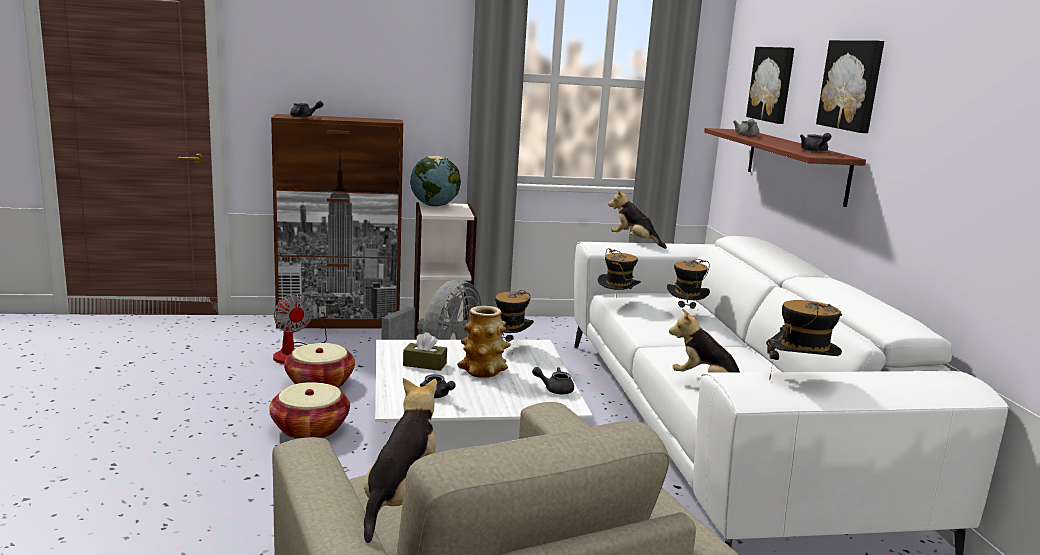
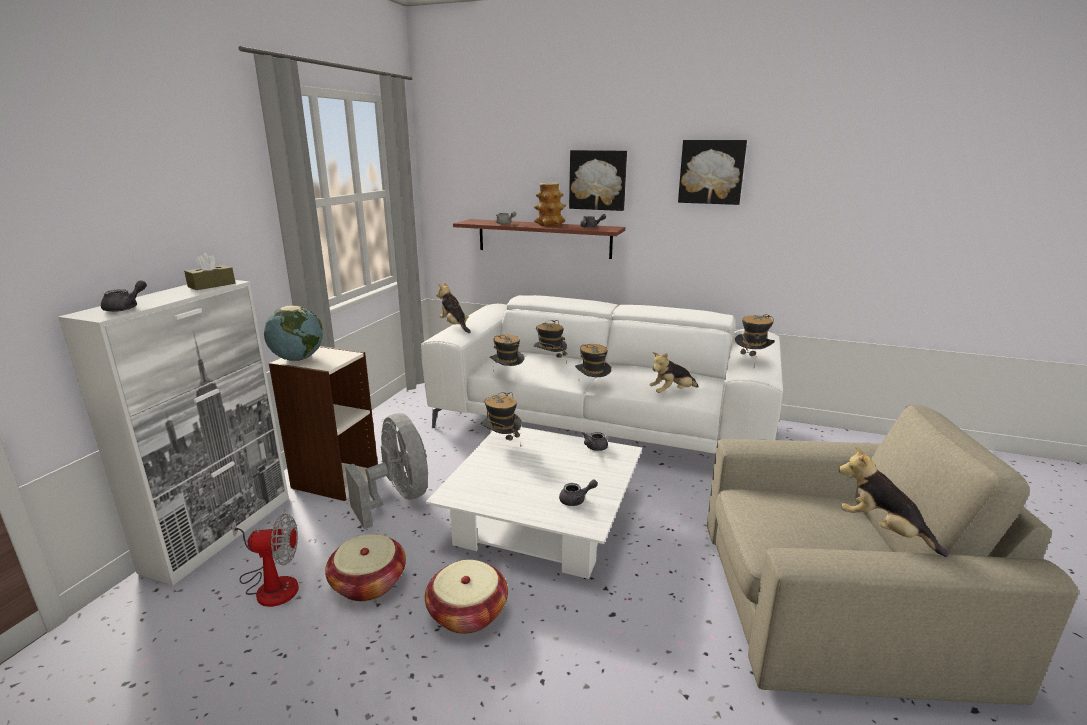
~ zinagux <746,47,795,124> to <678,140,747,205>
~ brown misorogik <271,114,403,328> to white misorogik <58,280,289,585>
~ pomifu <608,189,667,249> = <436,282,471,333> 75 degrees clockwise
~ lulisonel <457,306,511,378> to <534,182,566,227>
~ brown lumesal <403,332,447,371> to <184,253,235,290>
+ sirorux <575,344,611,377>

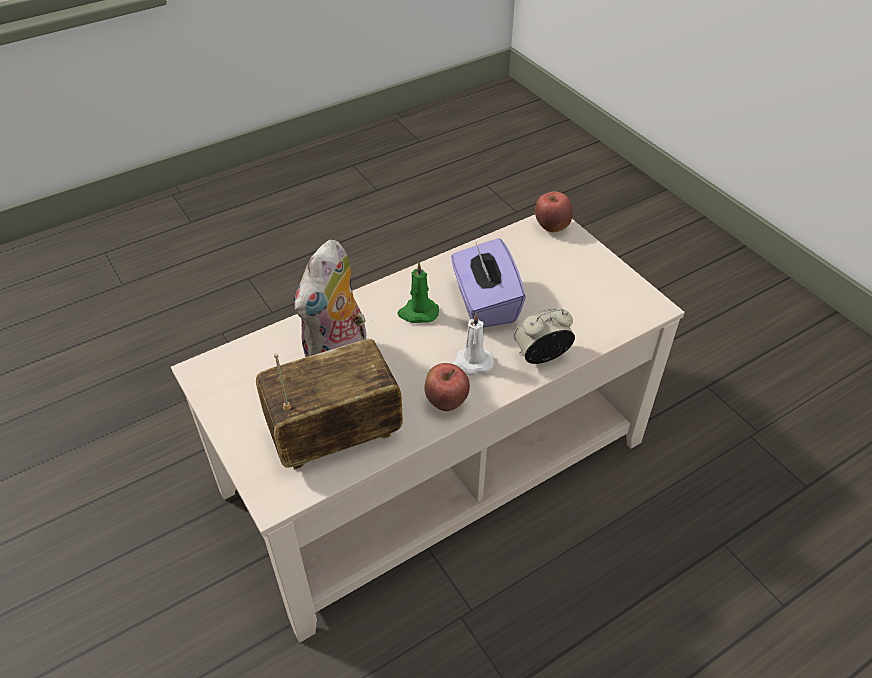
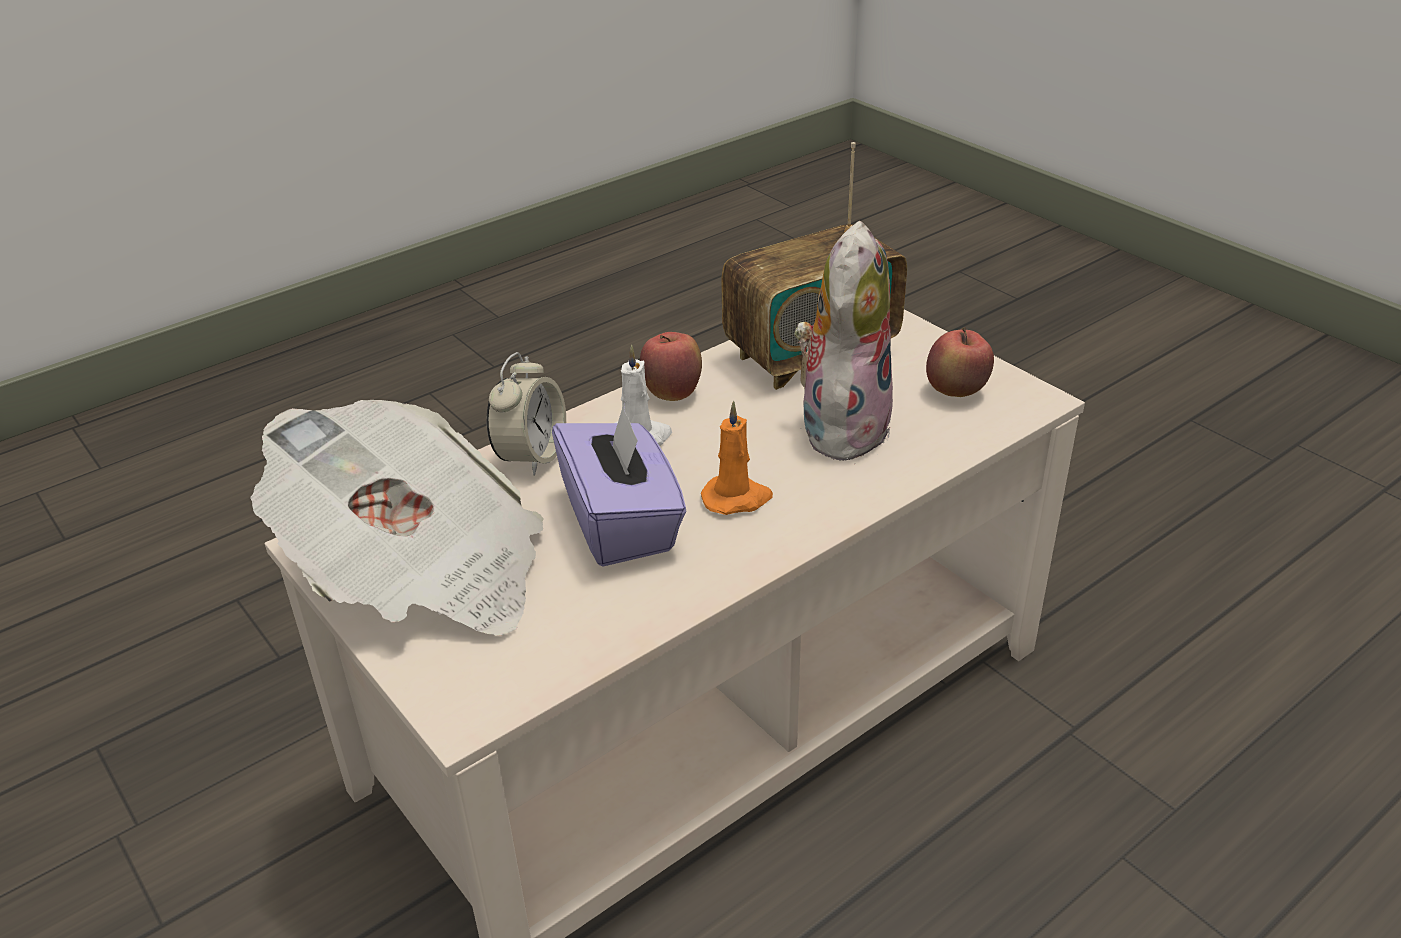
~ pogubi <535,191,573,232> to <926,327,994,397>
~ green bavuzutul <397,262,439,323> to orange bavuzutul <701,401,773,515>
~ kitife <513,308,575,364> = <486,352,566,475> 45 degrees counterclockwise
+ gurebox <250,400,544,636>

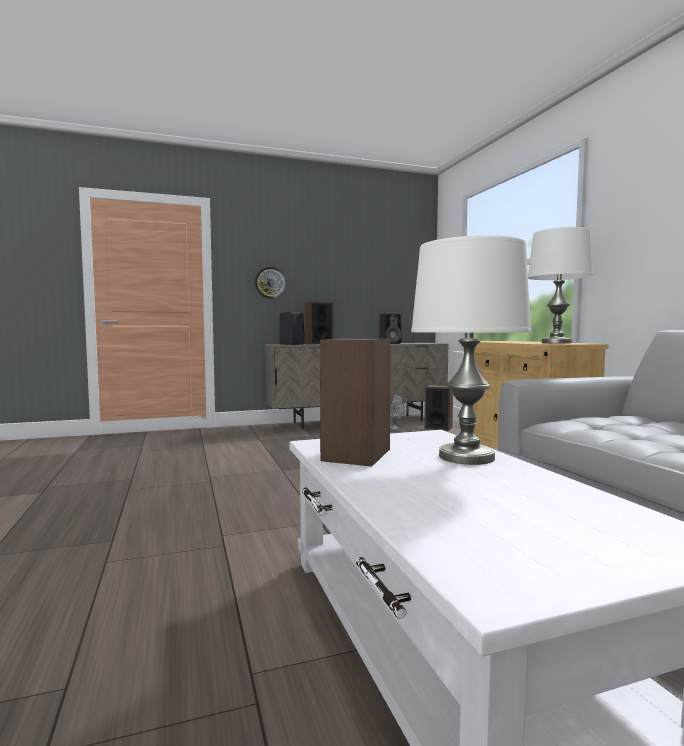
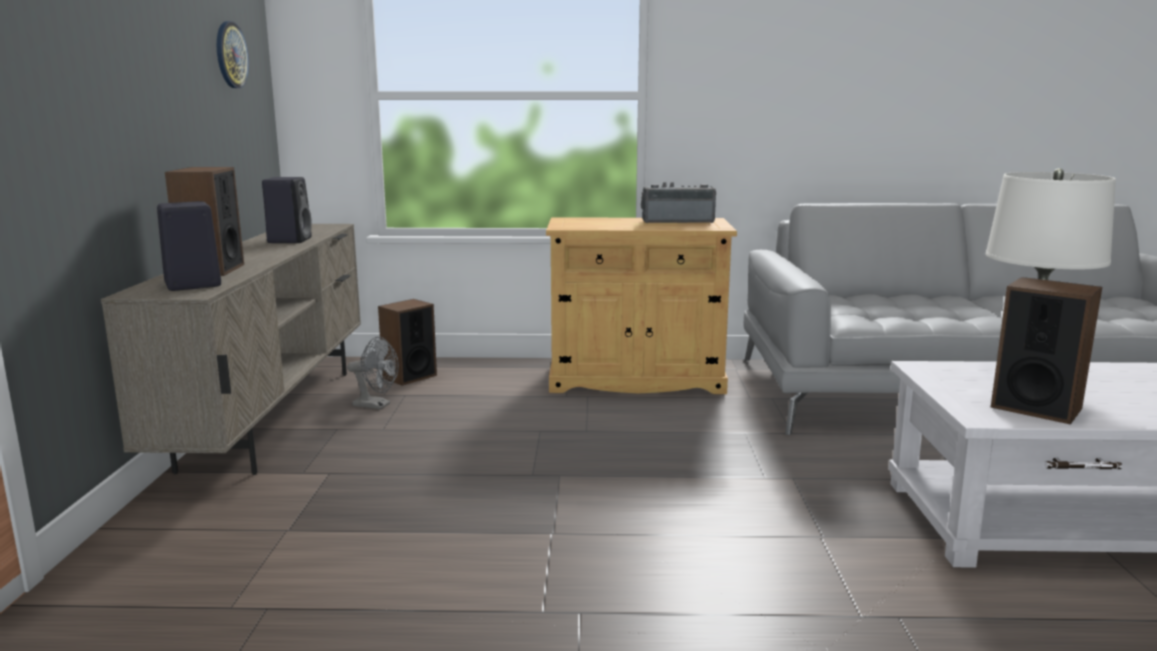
~ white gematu <528,227,593,343> to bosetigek <641,182,716,223>
~ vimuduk <255,267,286,299> to <217,21,249,88>

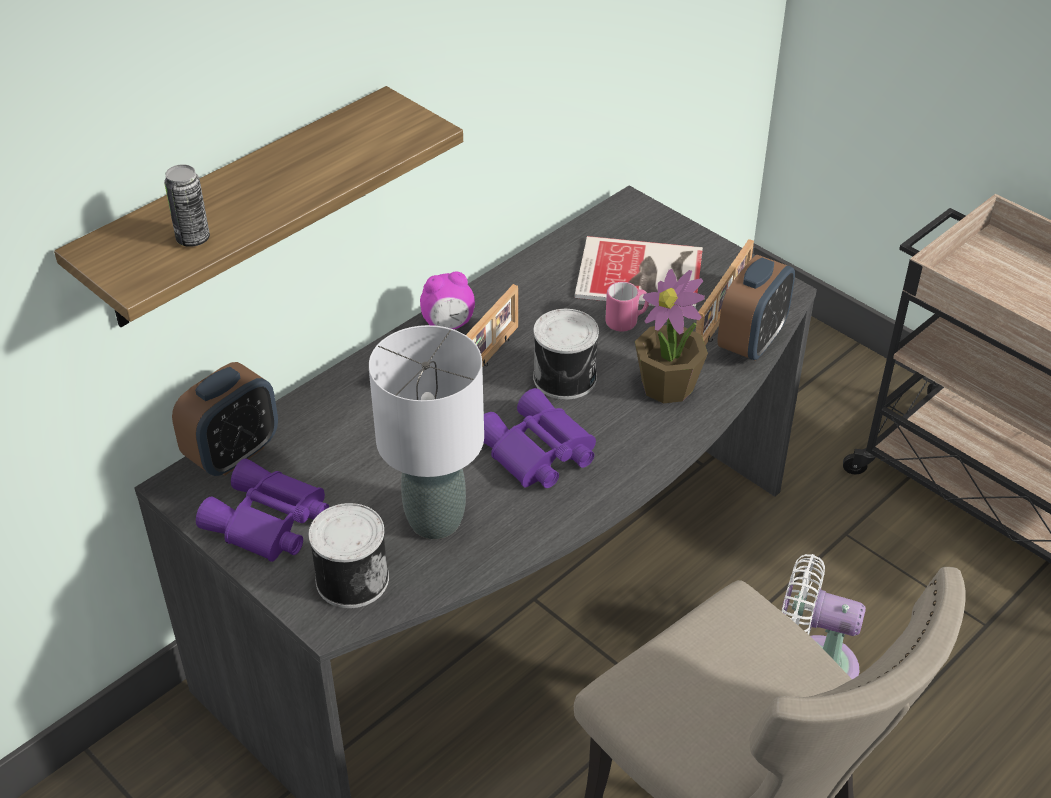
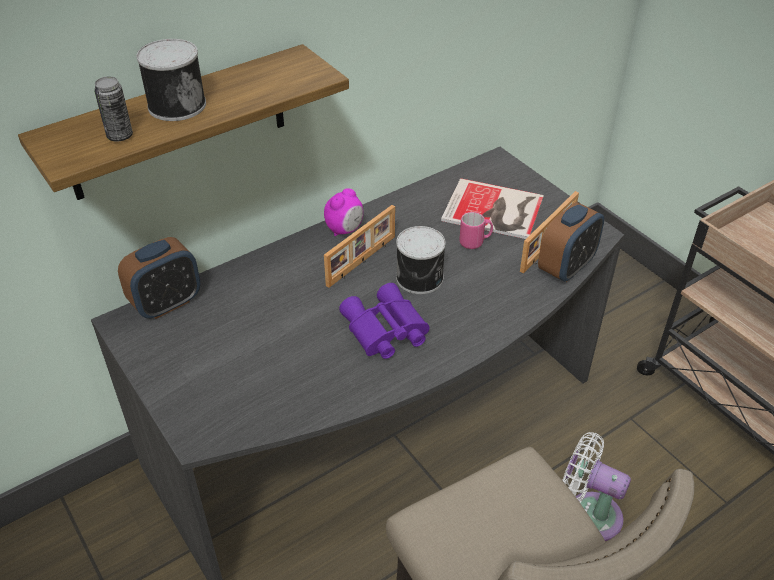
- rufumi <635,269,708,403>
~ kitife <420,272,475,329> = <324,188,363,236> 45 degrees counterclockwise
- grey gematu <369,325,484,539>
- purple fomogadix <196,458,329,562>
~ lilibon <309,503,389,608> to <136,39,206,121>

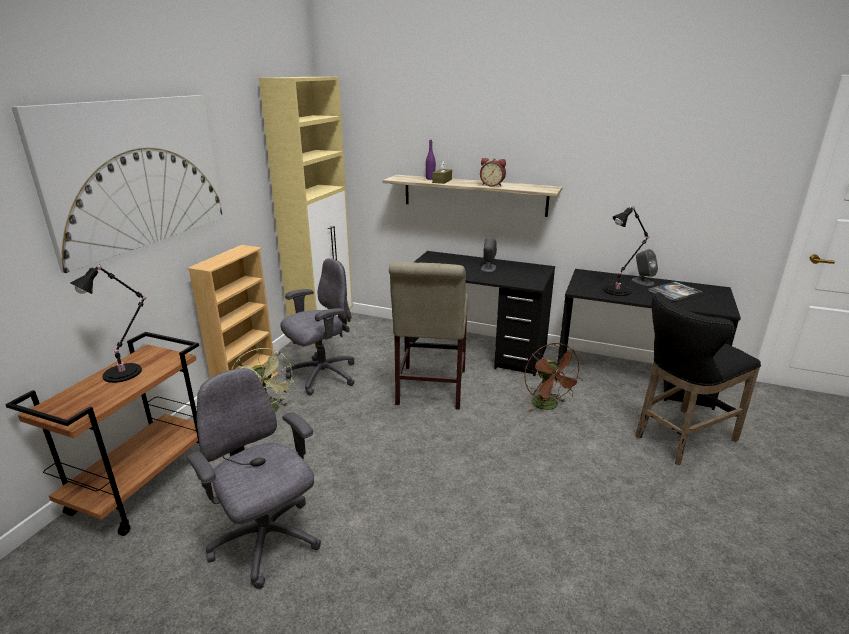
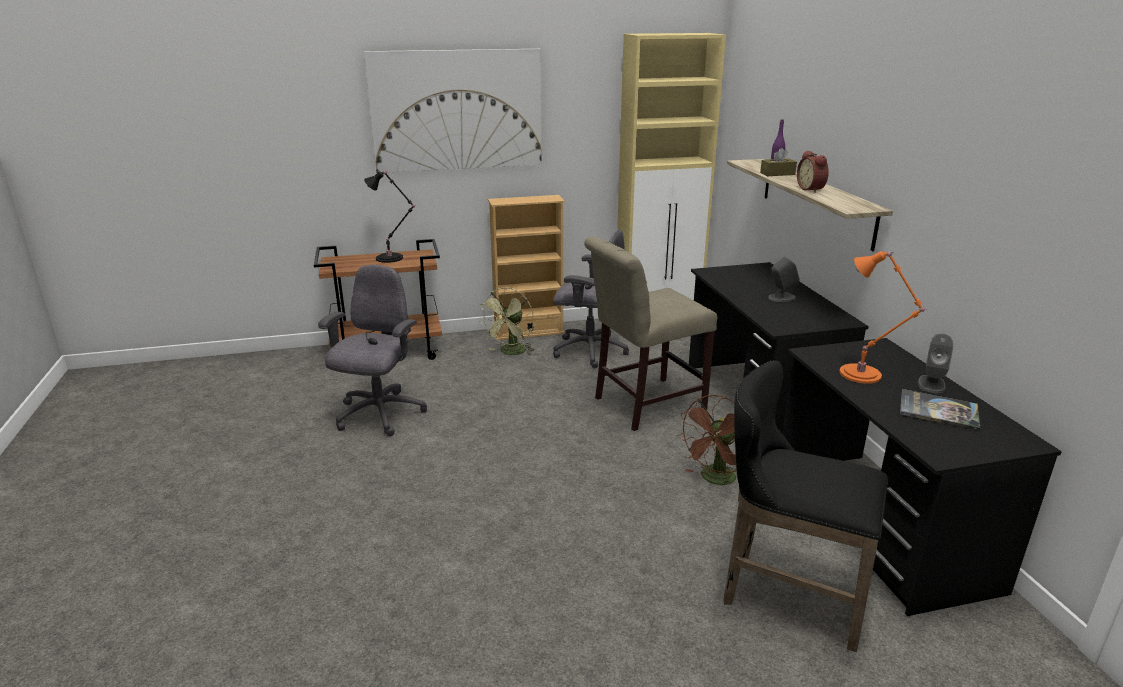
~ black gematu <604,206,649,296> to orange gematu <839,251,926,384>

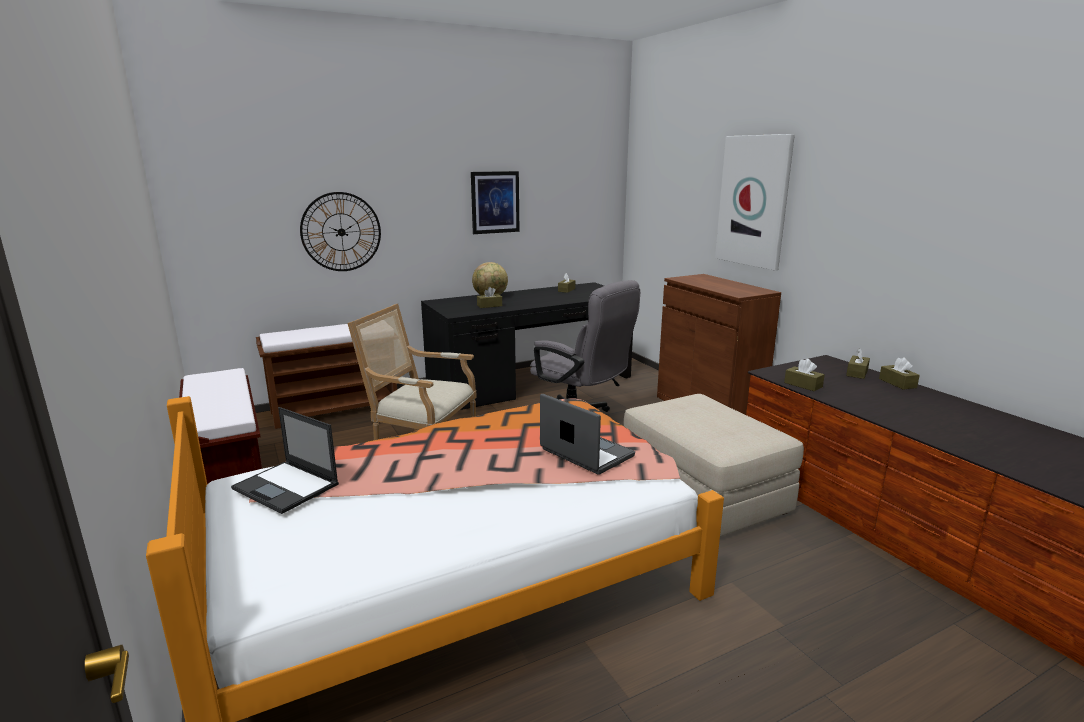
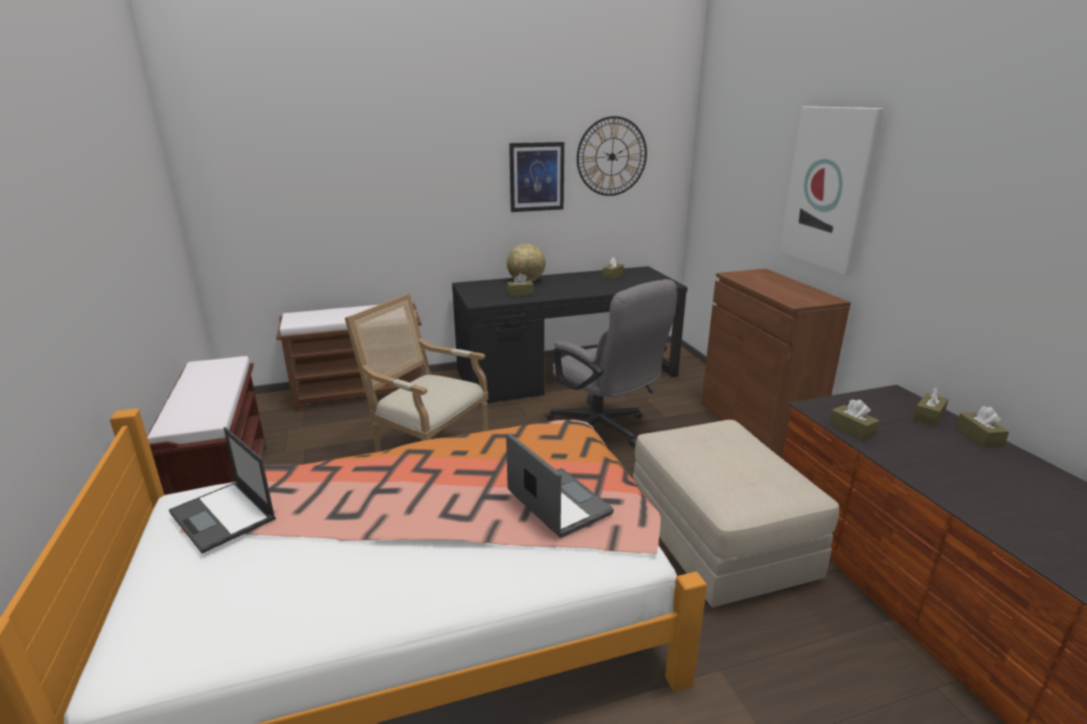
~ vimuduk <300,192,381,271> to <577,116,647,196>

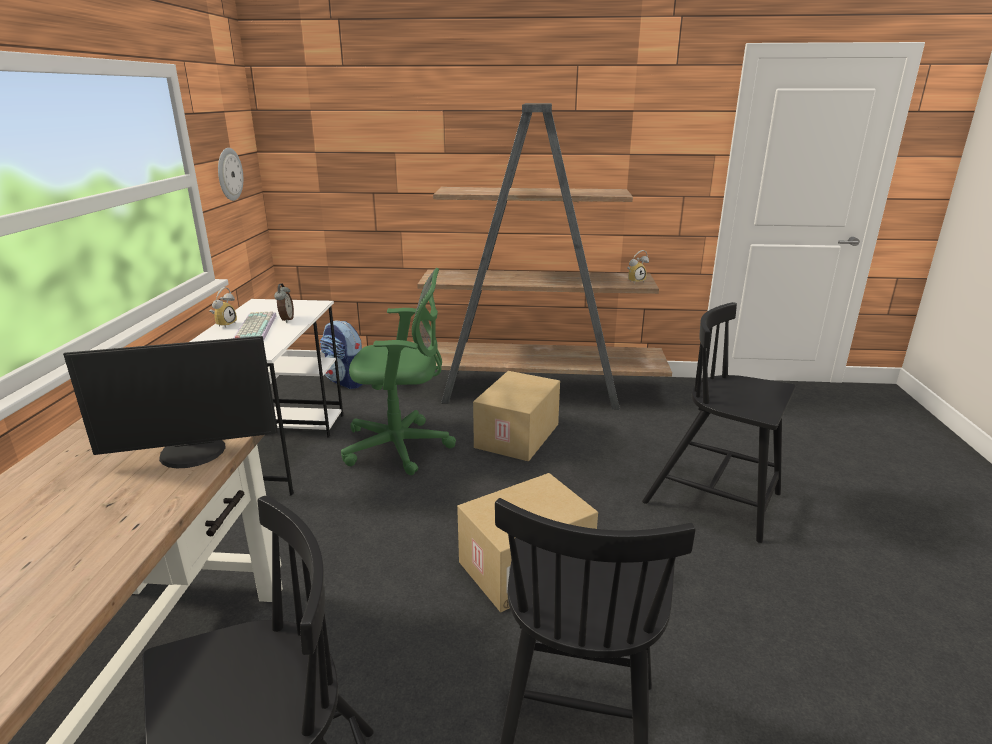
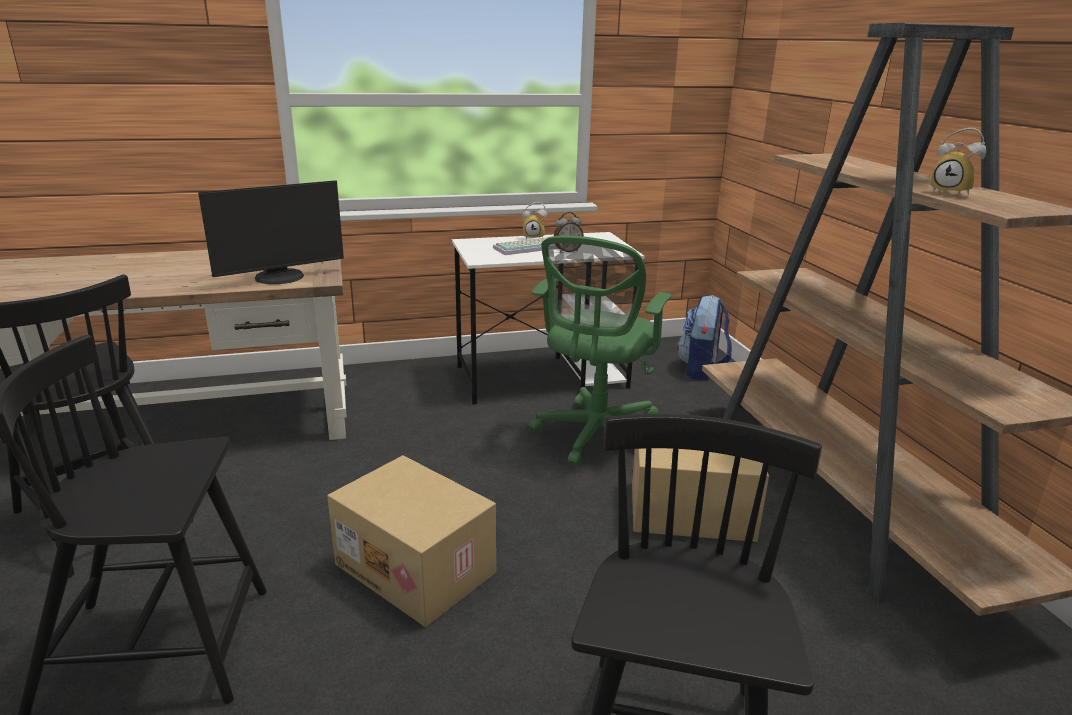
- vimuduk <218,148,243,201>
~ kitife <627,250,649,283> to <930,128,987,196>
~ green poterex <341,268,456,475> = <529,235,672,466> 45 degrees clockwise
~ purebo <63,336,278,468> = <198,180,344,284> 90 degrees counterclockwise

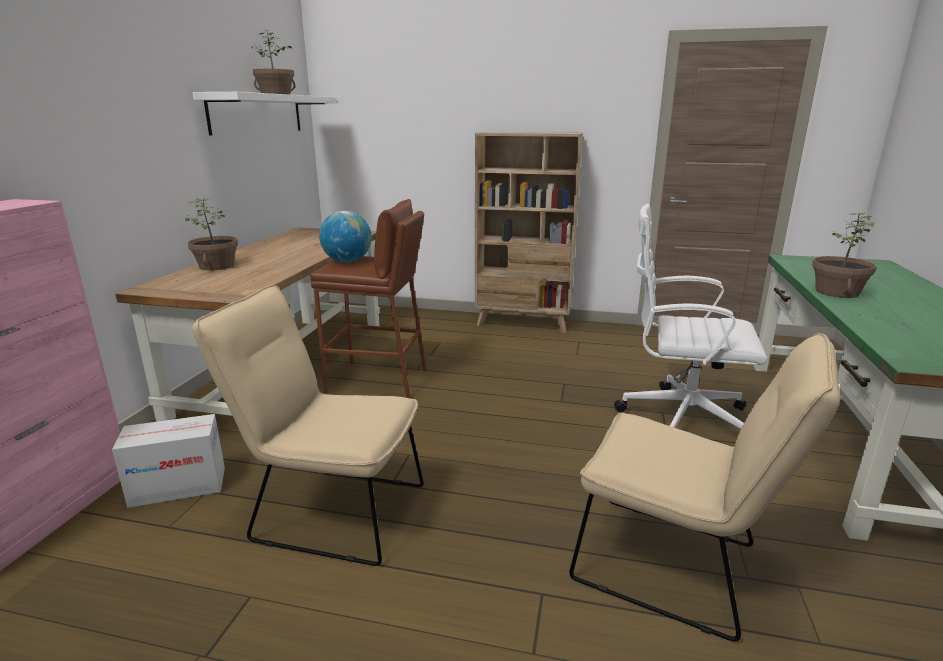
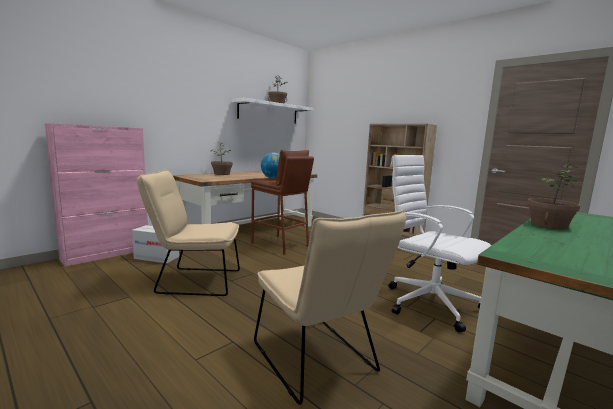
~ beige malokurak <192,285,423,566> = <137,170,240,296> 45 degrees counterclockwise

